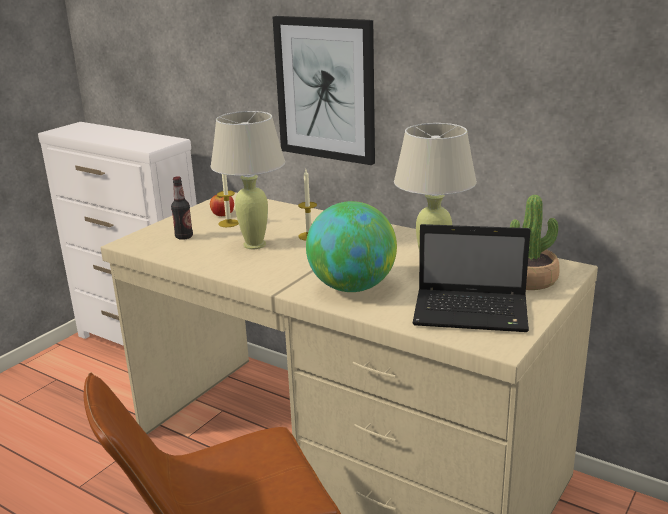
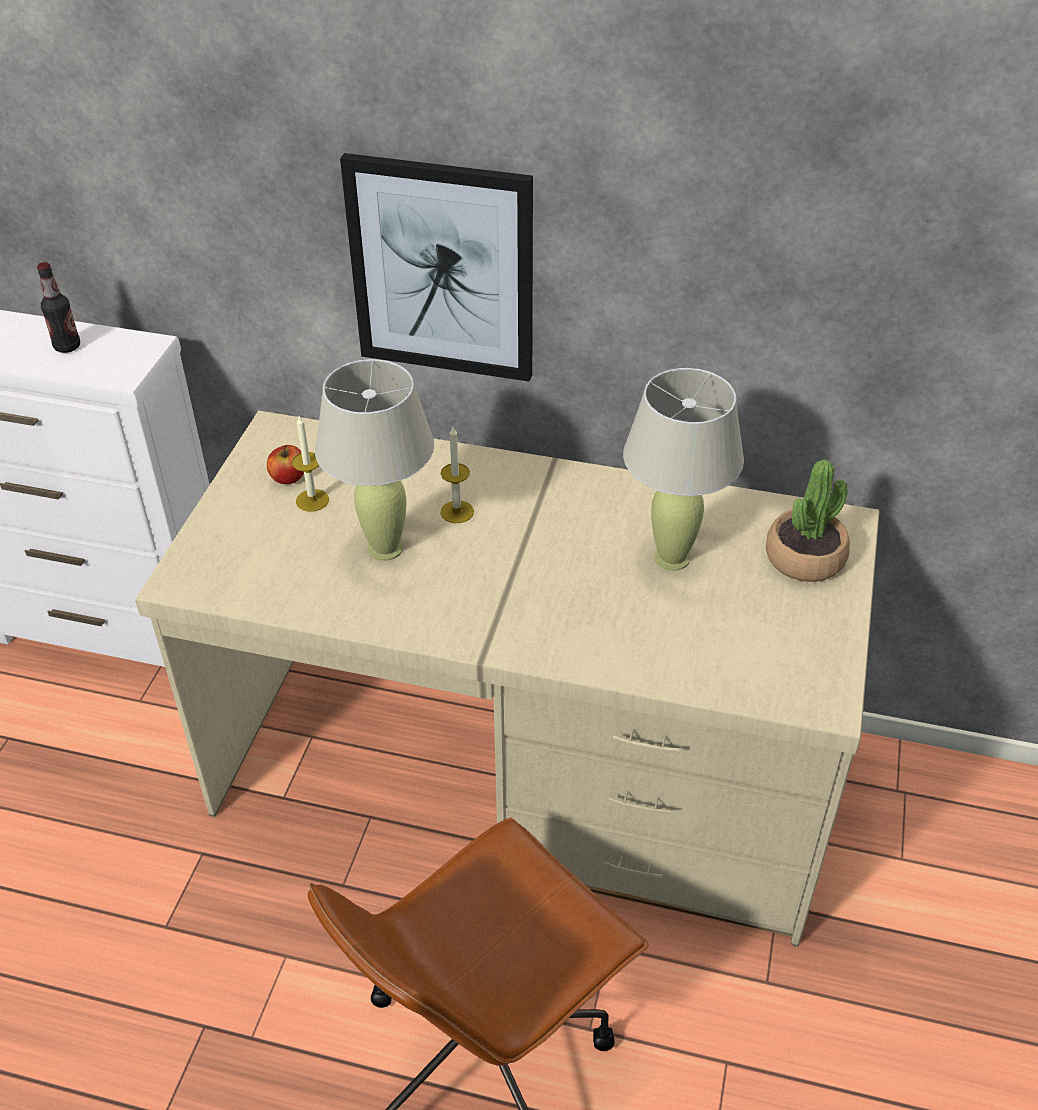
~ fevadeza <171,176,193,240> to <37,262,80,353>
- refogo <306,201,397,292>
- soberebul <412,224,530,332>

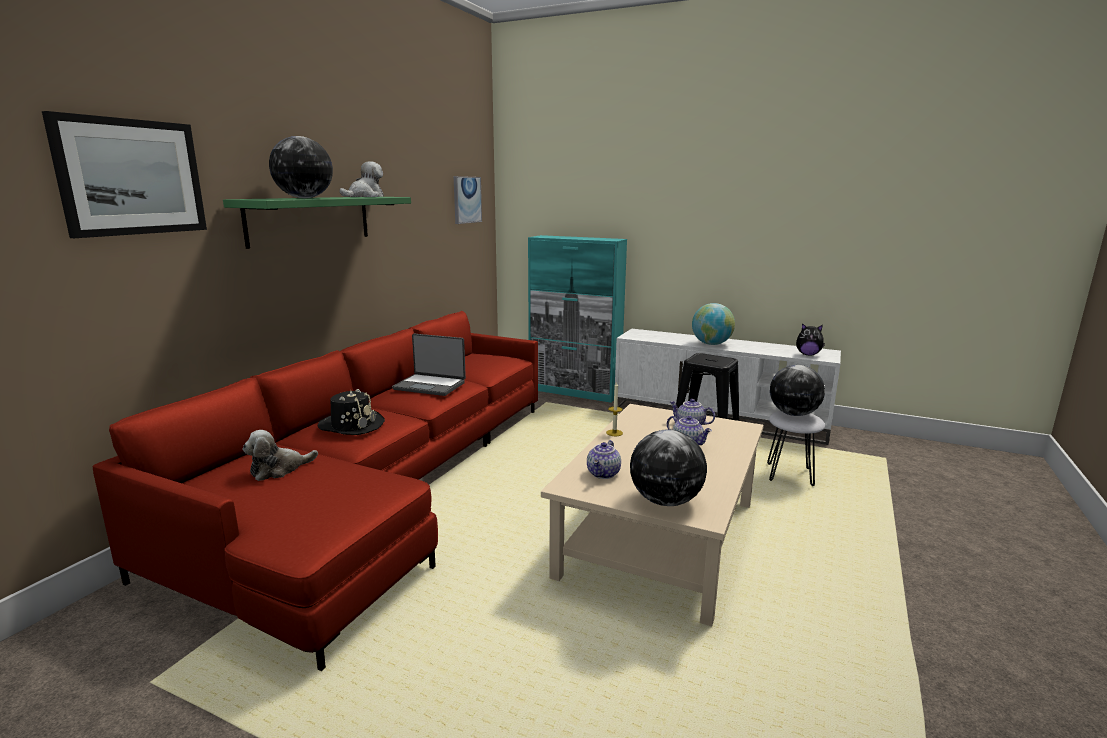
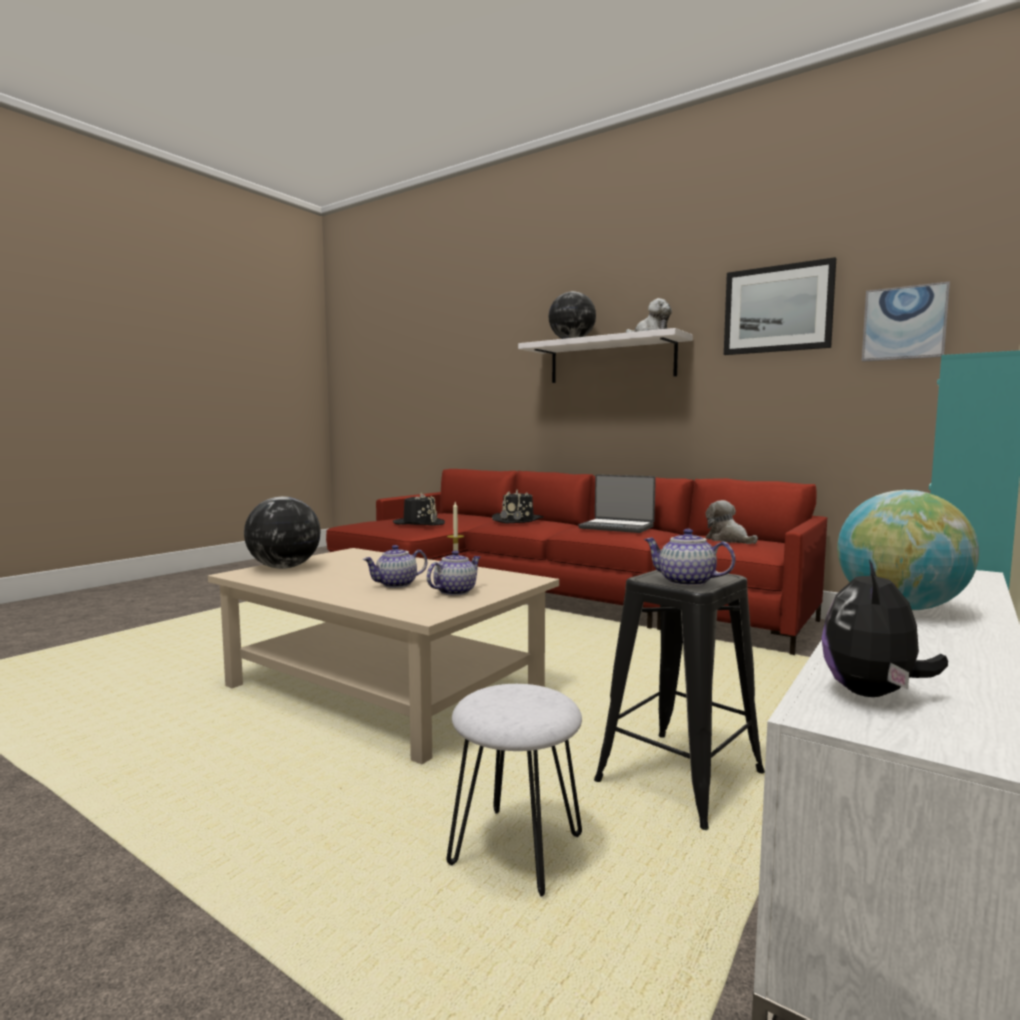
~ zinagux <42,111,207,238> to <724,257,836,355>
~ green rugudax <223,197,411,249> to white rugudax <518,328,693,383>
~ soberebul <392,334,466,396> = <578,474,656,533> 90 degrees counterclockwise
- refogo <770,365,825,416>
~ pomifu <242,430,318,481> to <705,500,758,544>
~ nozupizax <587,440,621,479> to <644,529,735,587>
+ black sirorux <393,493,445,526>

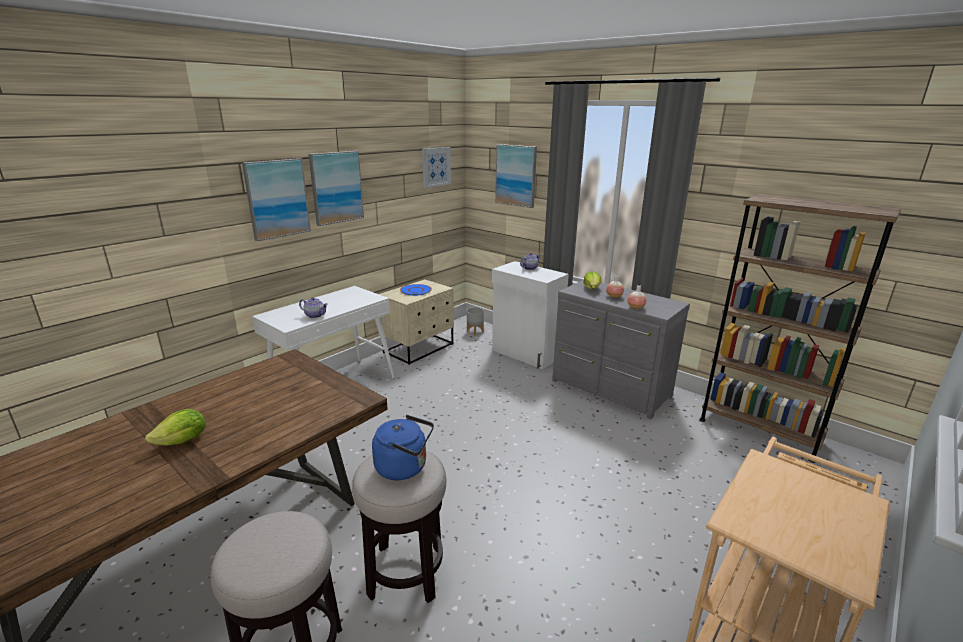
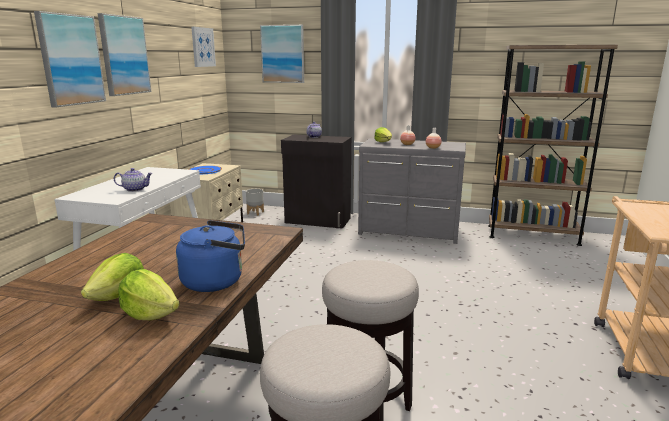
~ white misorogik <492,261,569,369> to black misorogik <281,135,351,229>
~ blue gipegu <372,415,434,480> to <176,220,245,292>
+ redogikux <118,269,180,320>

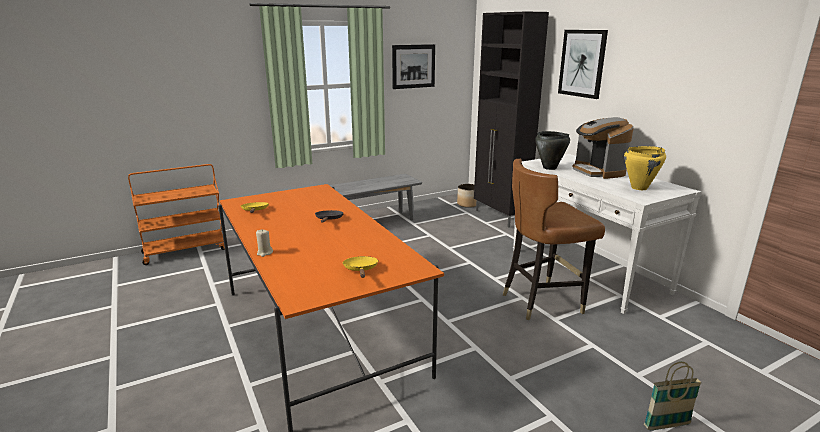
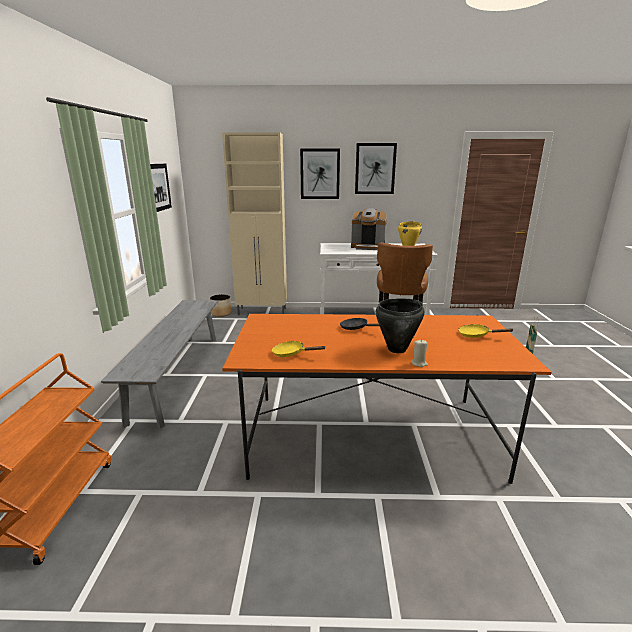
~ black misorogik <474,12,549,228> to beige misorogik <222,132,287,315>
~ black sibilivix <535,131,570,170> to <376,299,424,353>
+ zinagux <355,143,397,194>

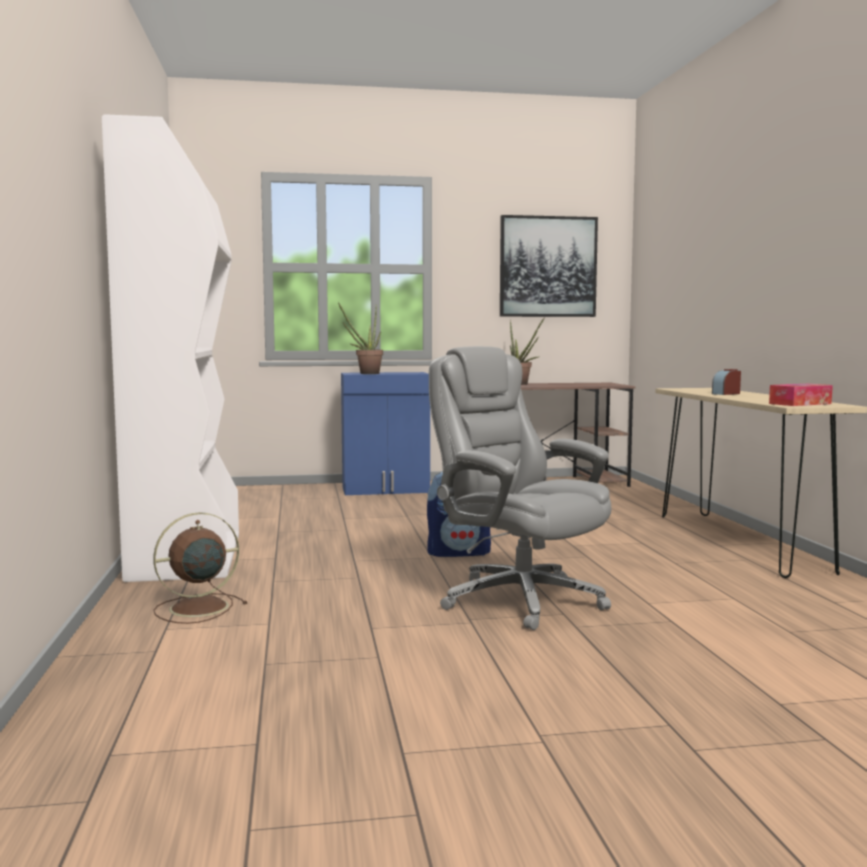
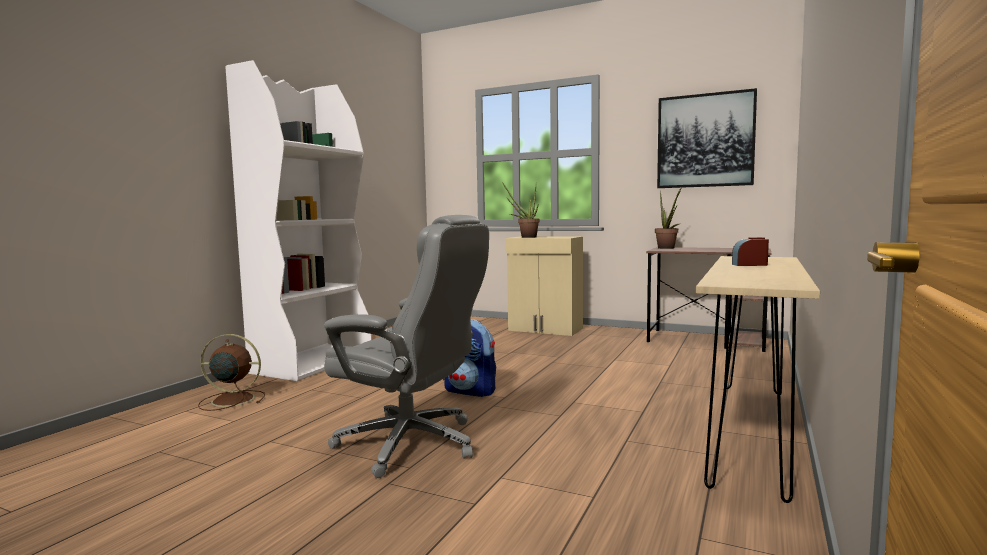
~ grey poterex <429,346,611,630> = <324,215,489,478> 120 degrees clockwise
~ blue misorogik <341,372,430,495> to beige misorogik <506,236,583,336>
- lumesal <769,384,833,406>

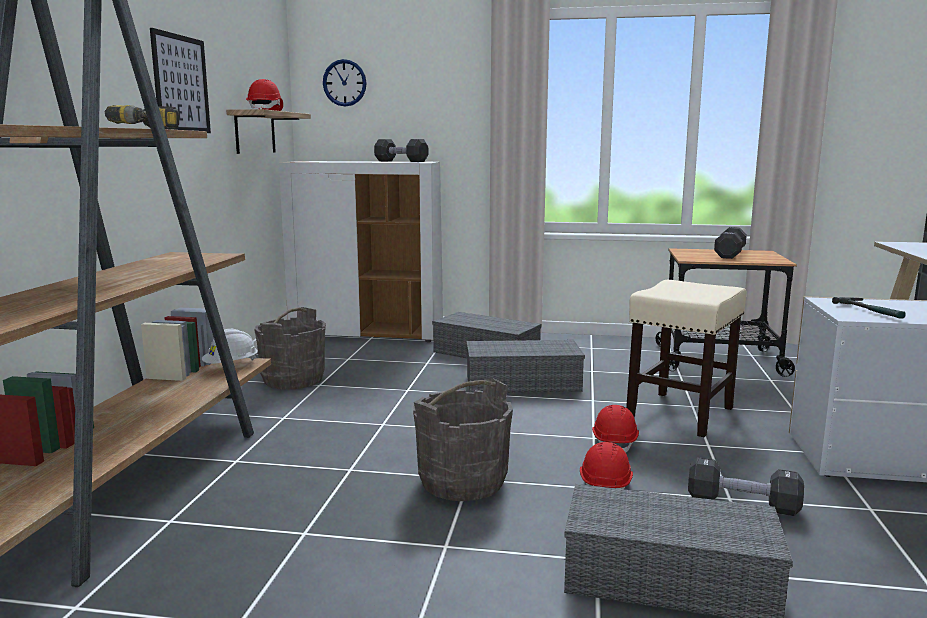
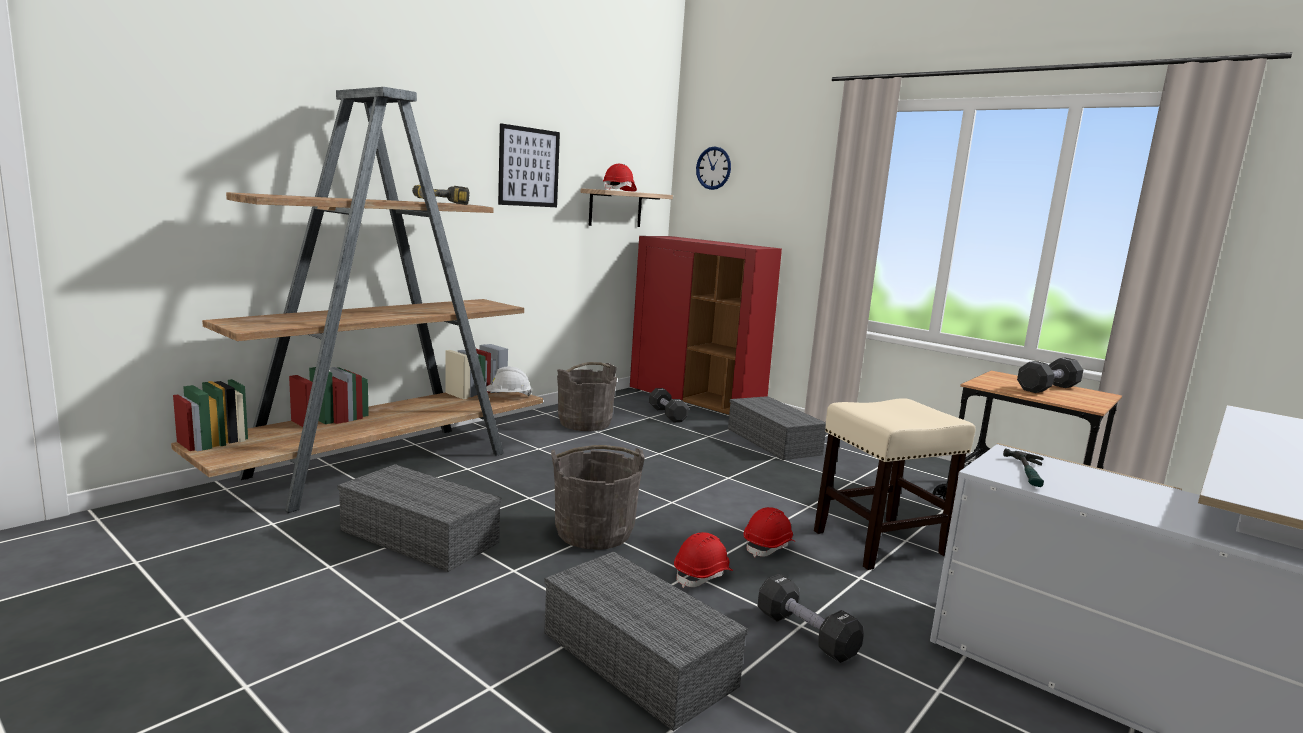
~ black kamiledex <374,139,428,162> to <649,388,689,422>
~ white misorogik <279,161,443,342> to red misorogik <630,236,782,415>
~ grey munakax <466,340,585,393> to <337,464,501,572>

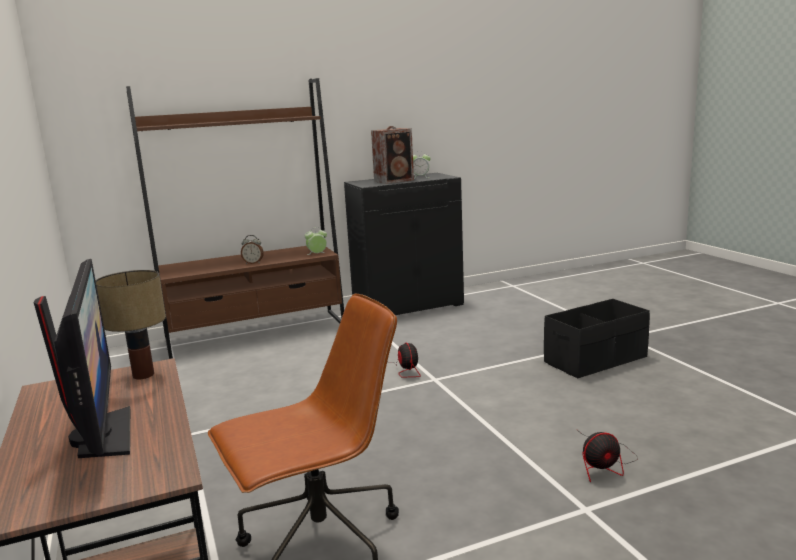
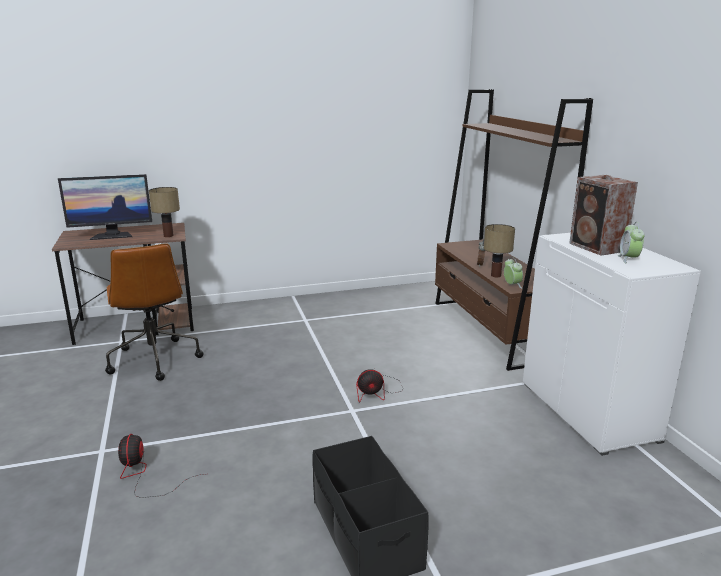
~ black misorogik <344,173,464,315> to white misorogik <523,233,701,456>
+ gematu <484,224,515,278>

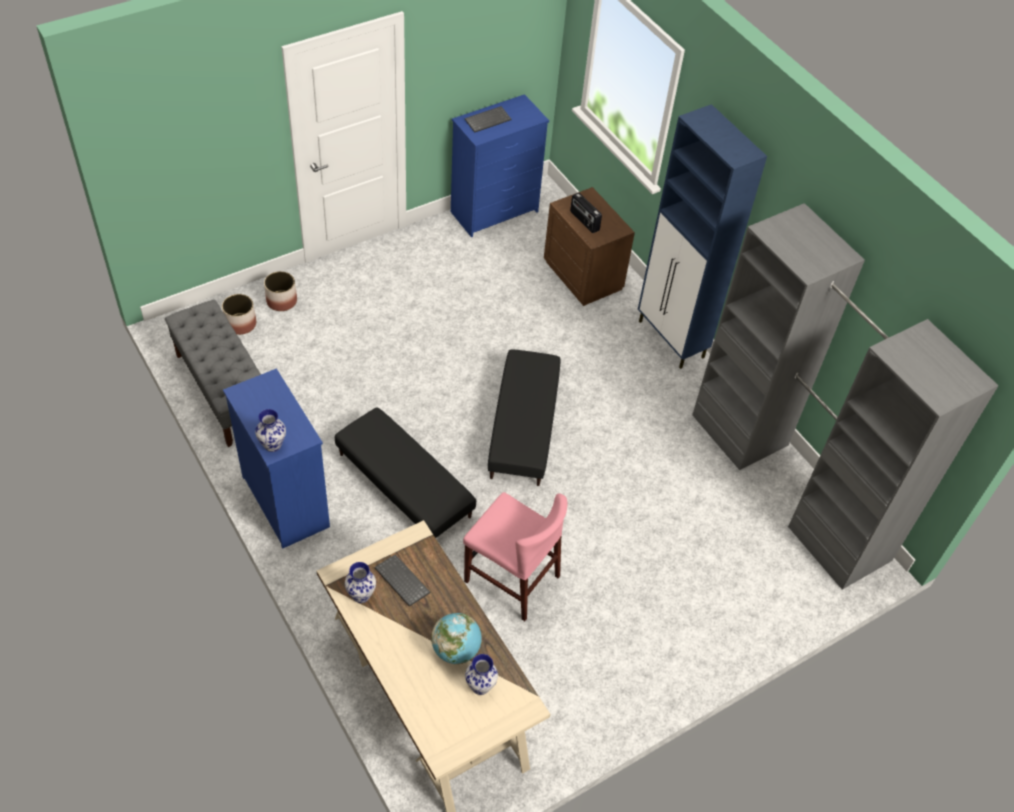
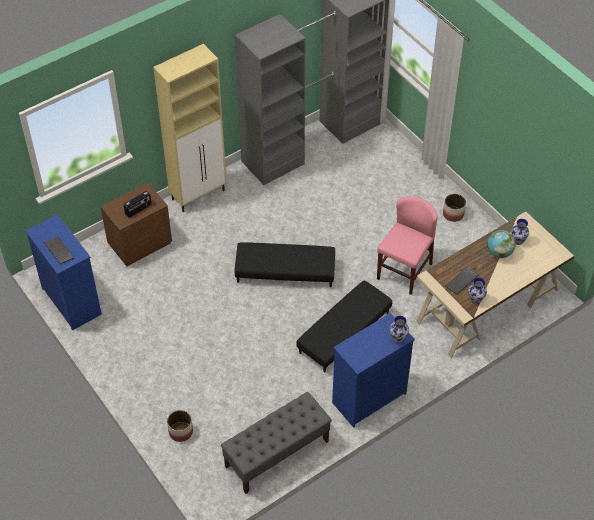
~ blue misorogik <638,104,767,369> to beige misorogik <153,44,227,212>
~ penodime <222,294,256,335> to <443,194,466,222>

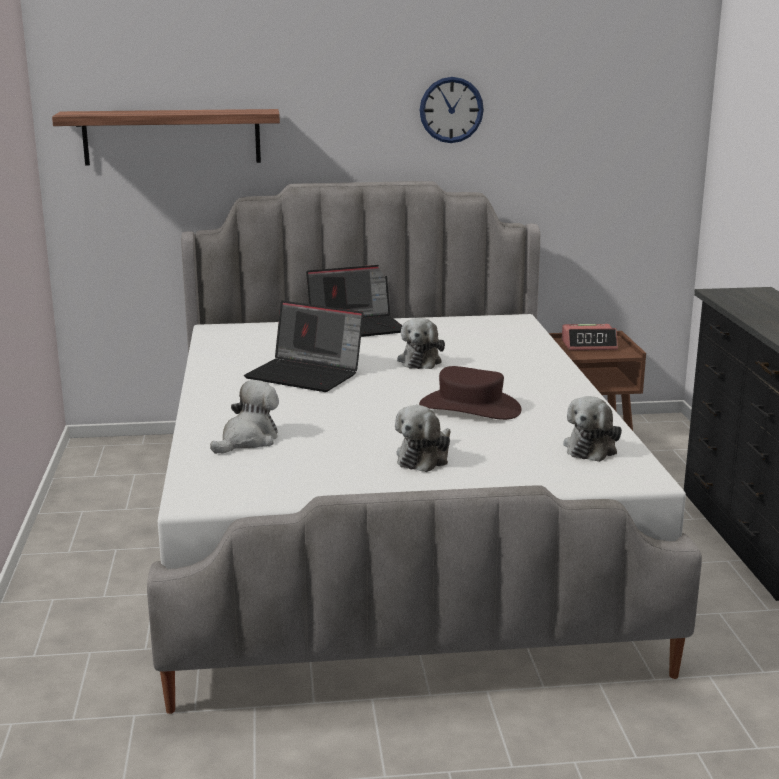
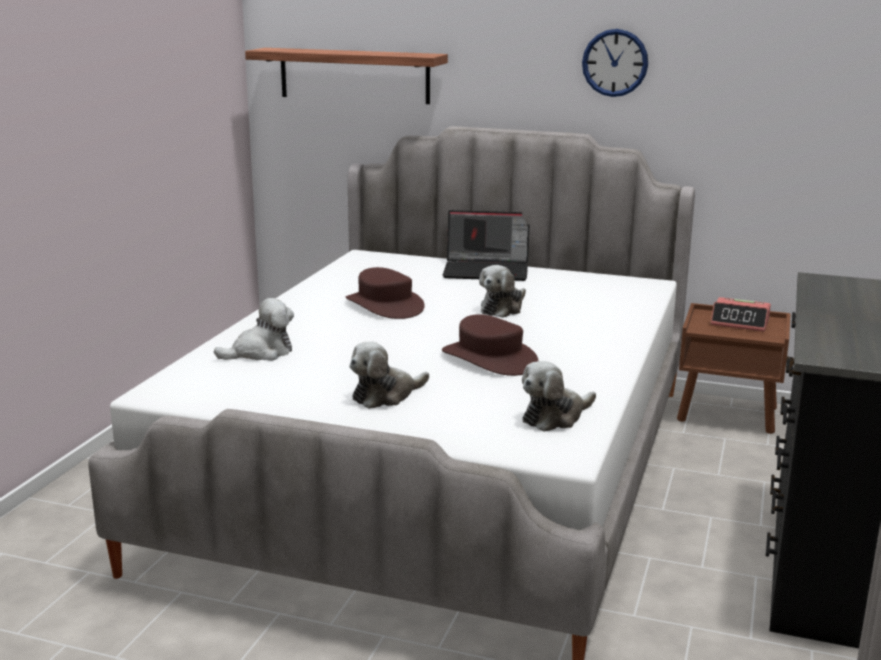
~ soberebul <244,301,364,392> to brown sirorux <346,267,425,319>

